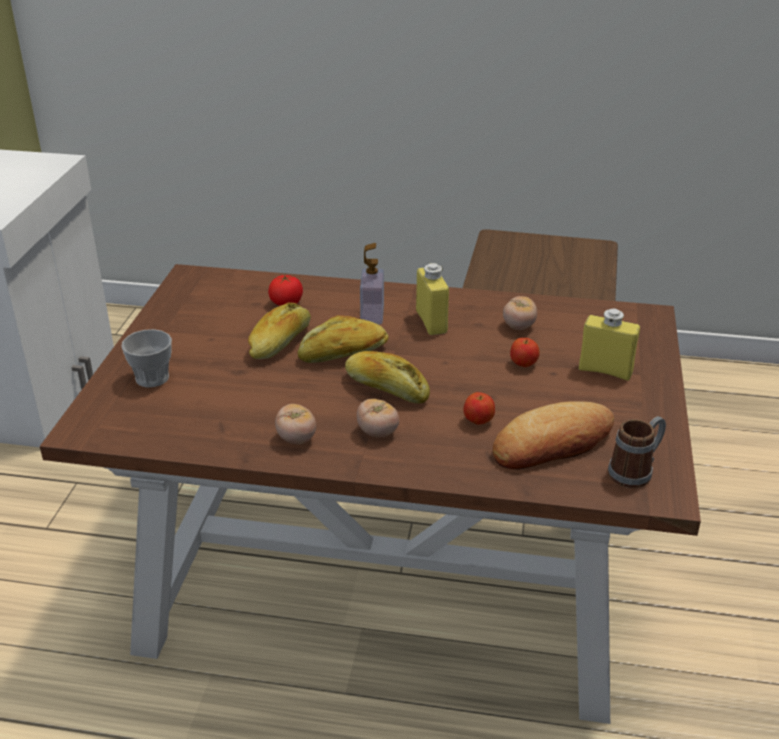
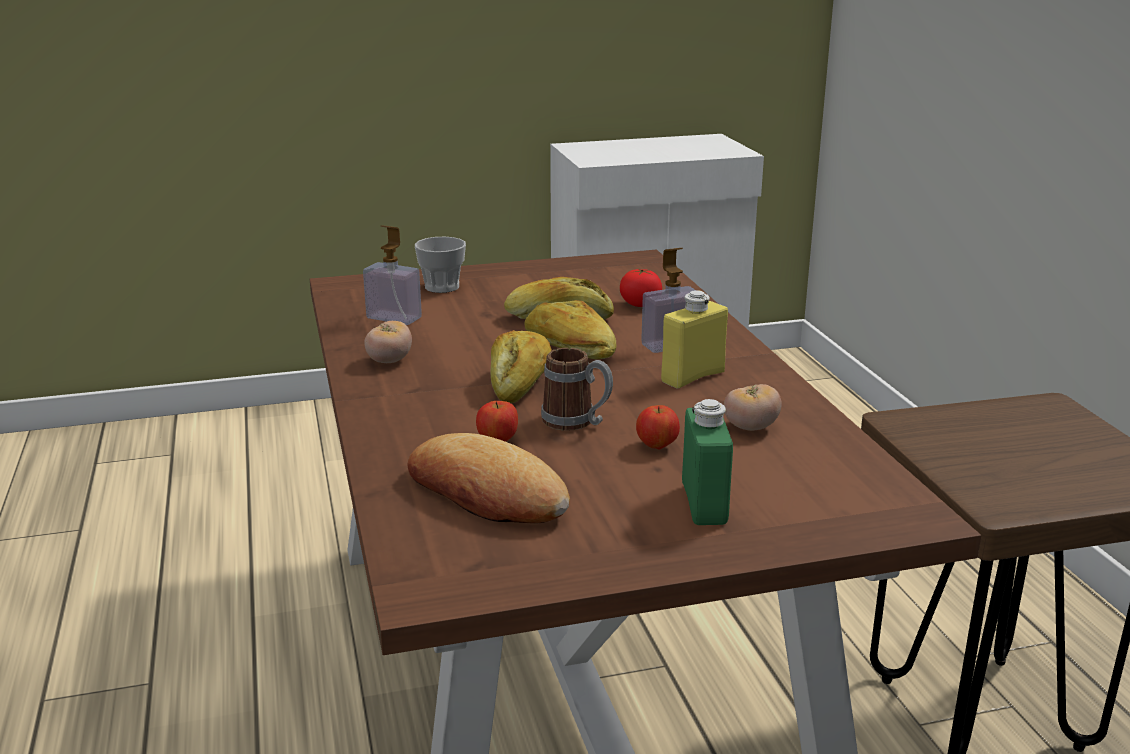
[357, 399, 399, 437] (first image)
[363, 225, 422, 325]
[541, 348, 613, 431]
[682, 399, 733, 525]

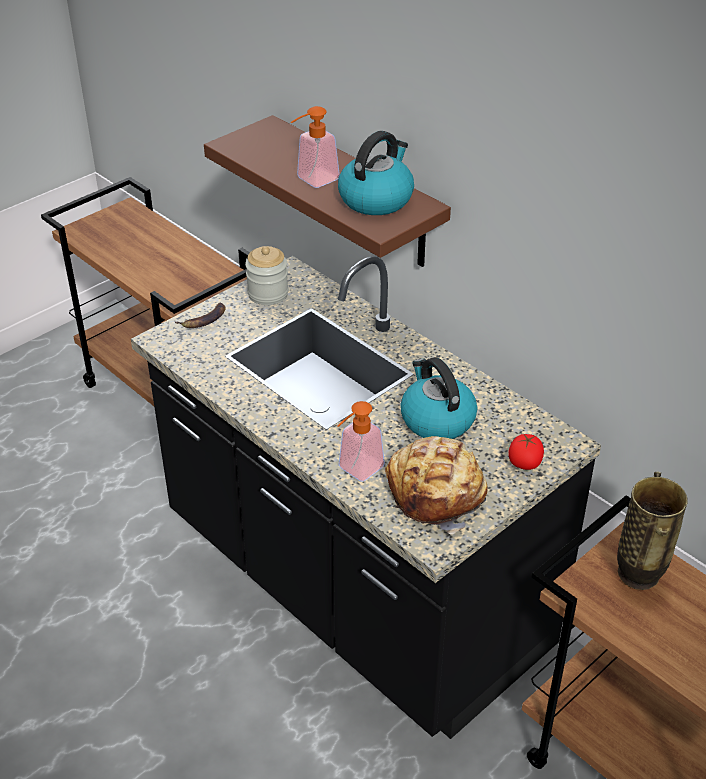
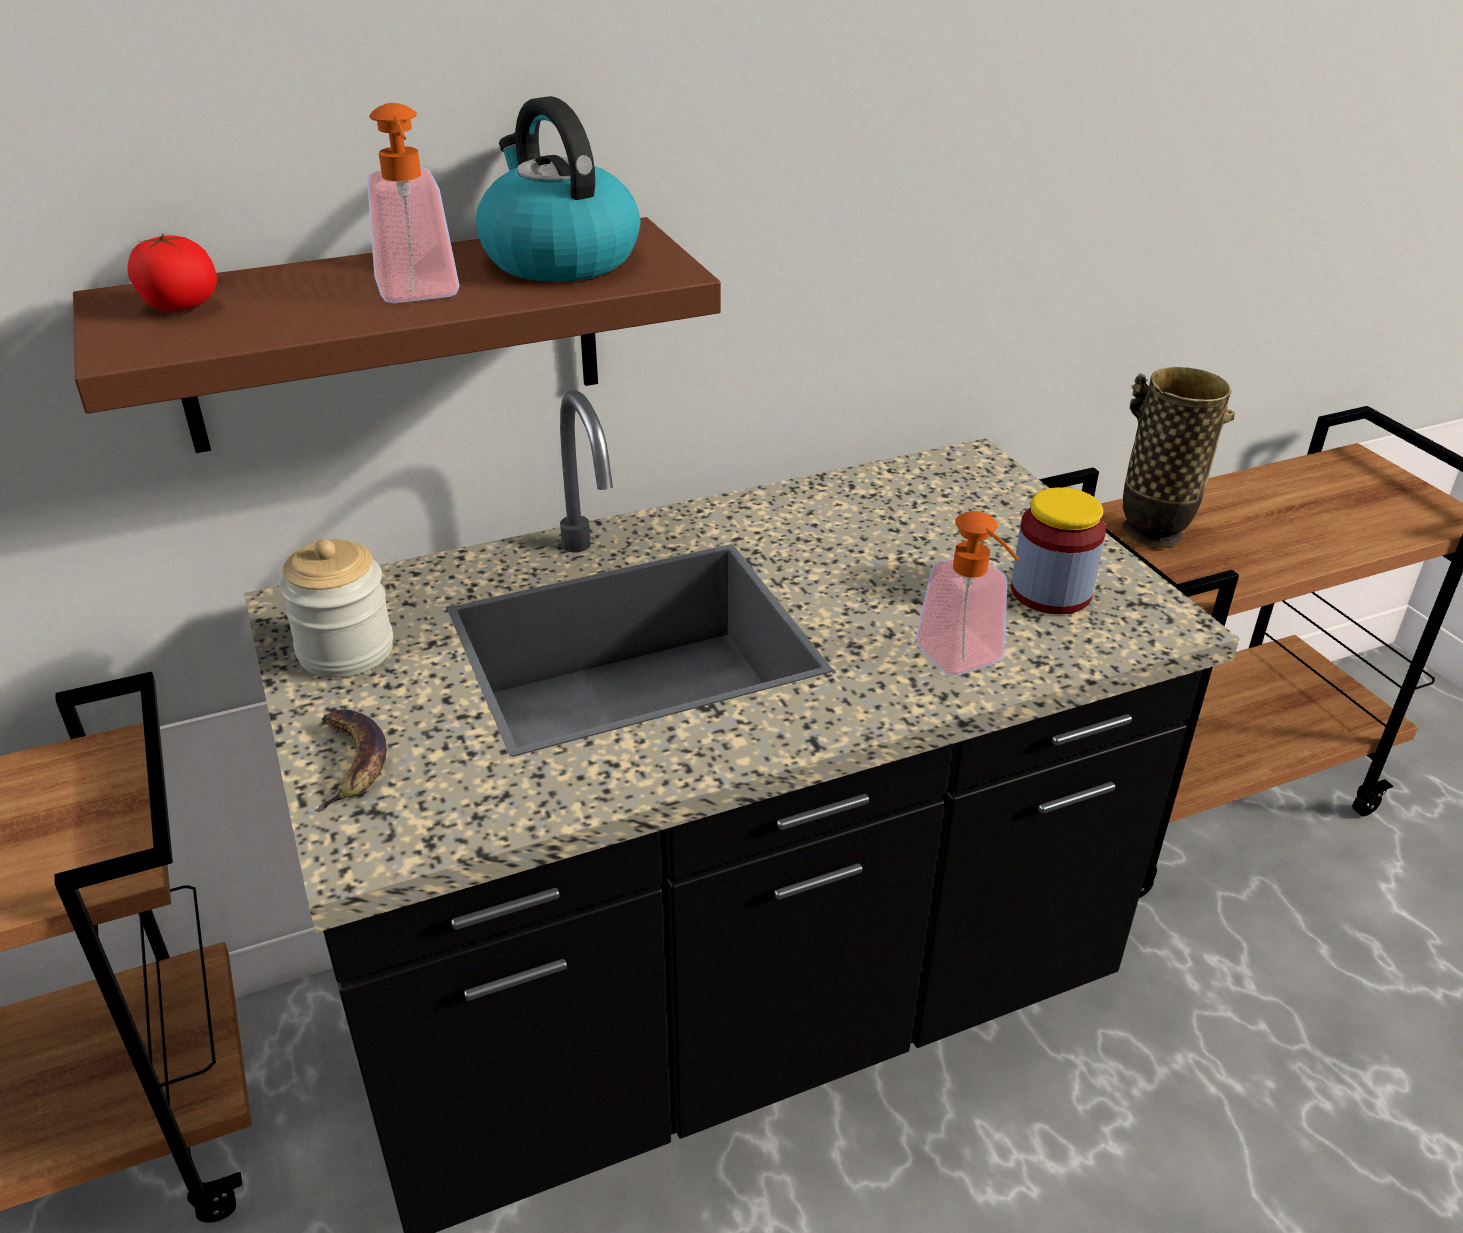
[400, 357, 477, 439] (first image)
[127, 234, 217, 311]
[1011, 487, 1106, 614]

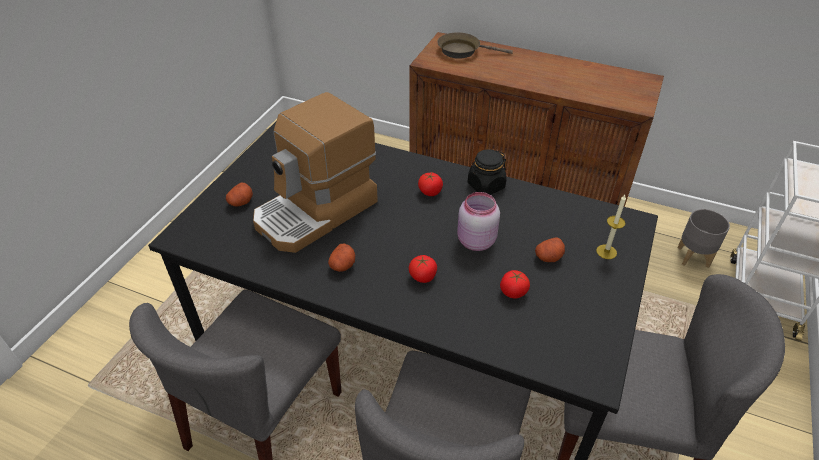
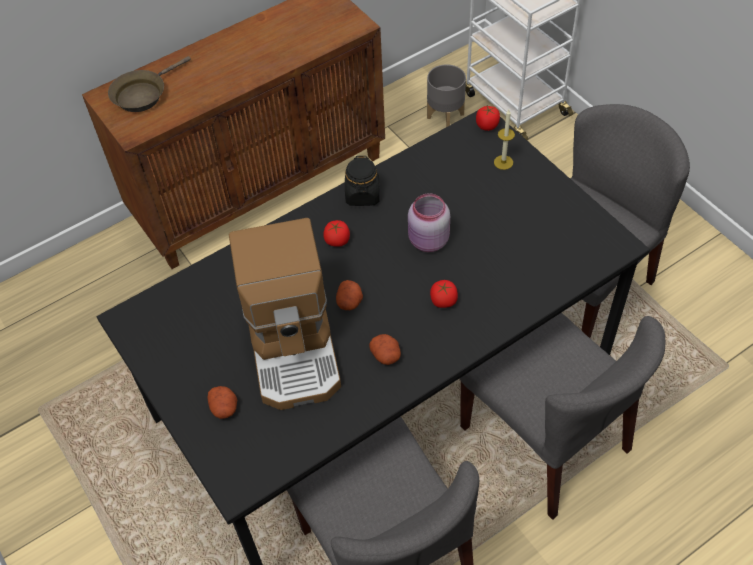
[476, 105, 500, 131]
[336, 280, 363, 310]

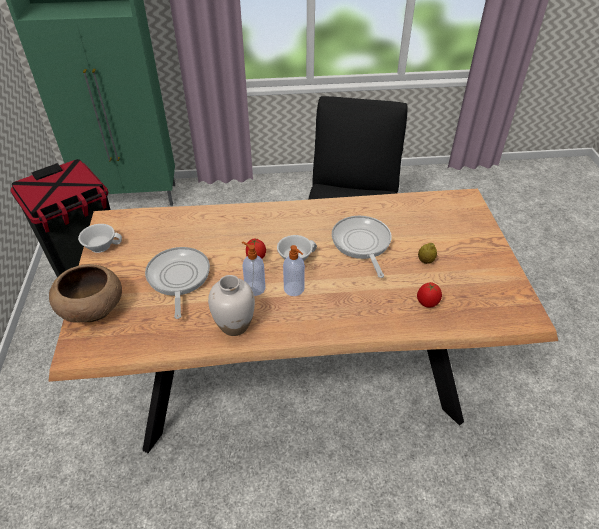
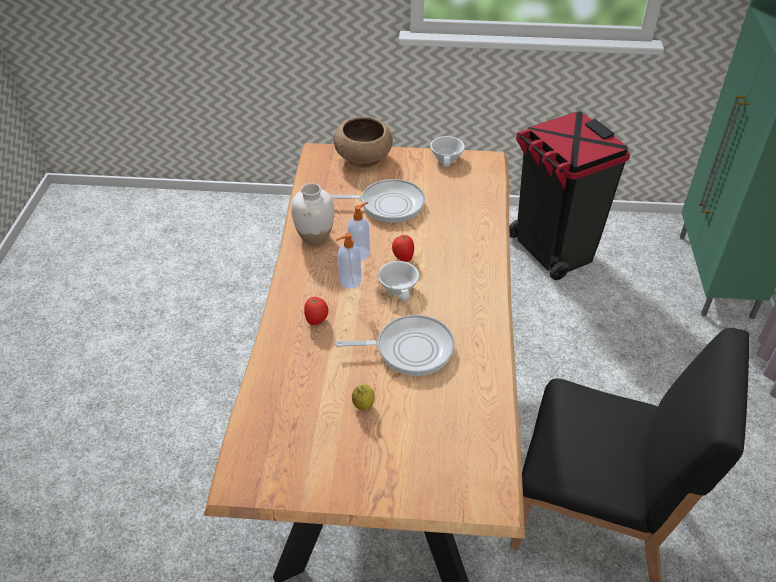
[304, 296, 328, 325]

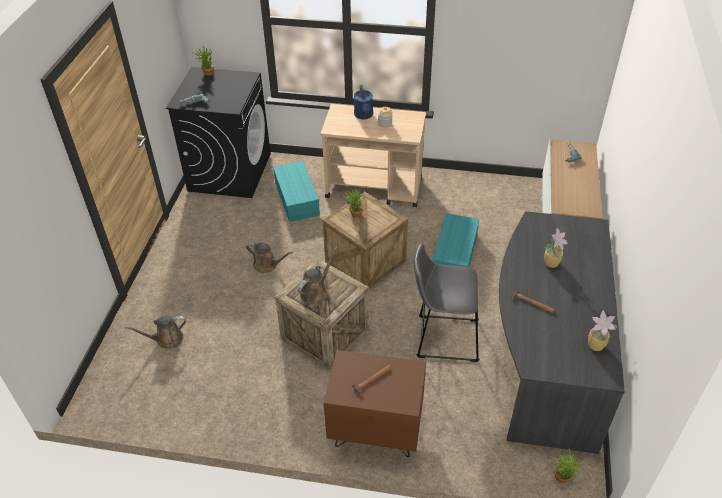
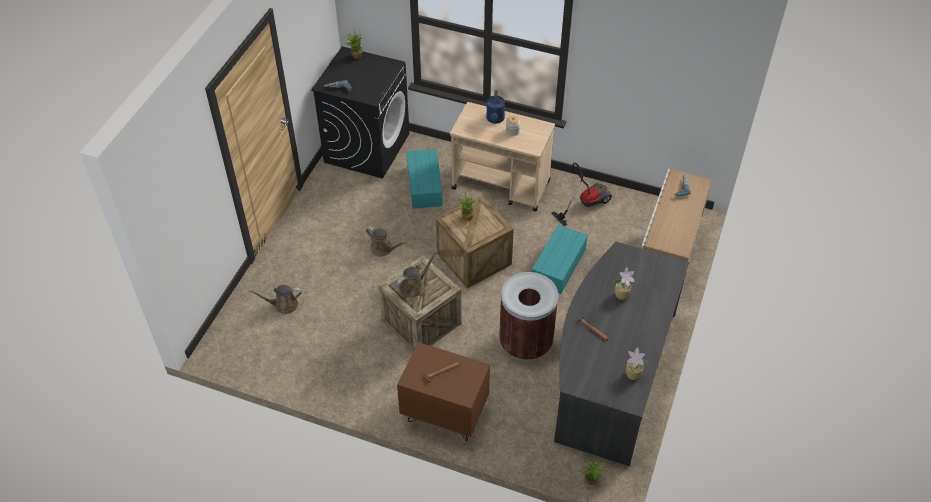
[552, 163, 612, 226]
[499, 272, 558, 361]

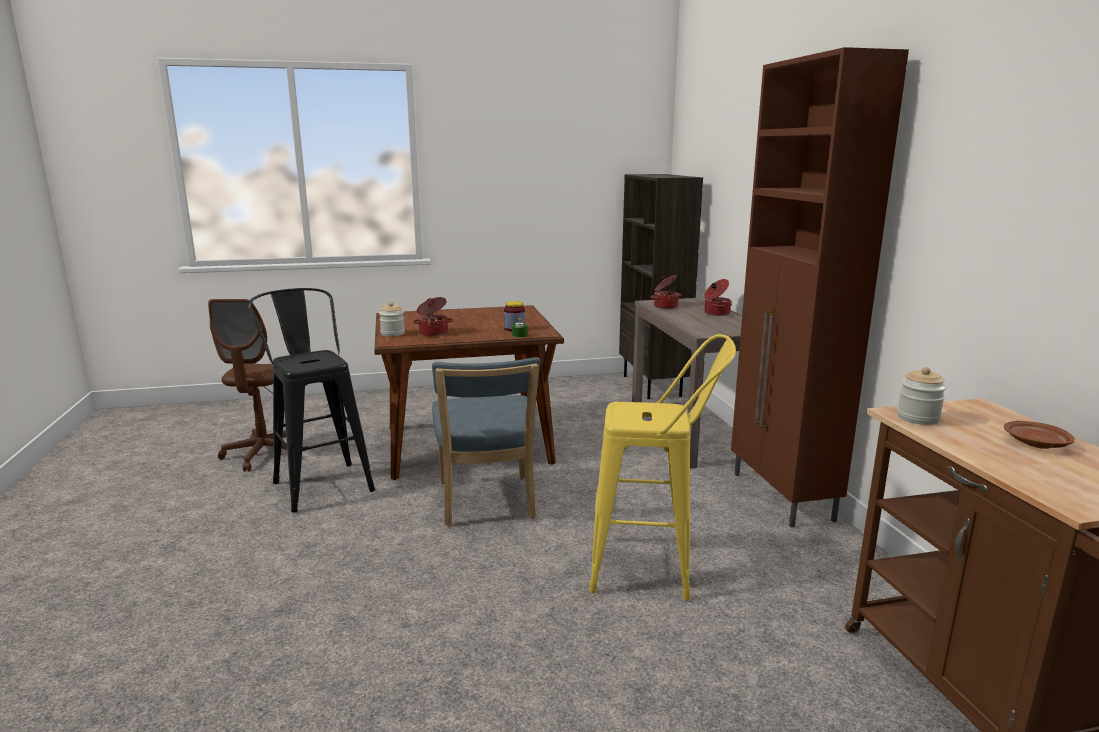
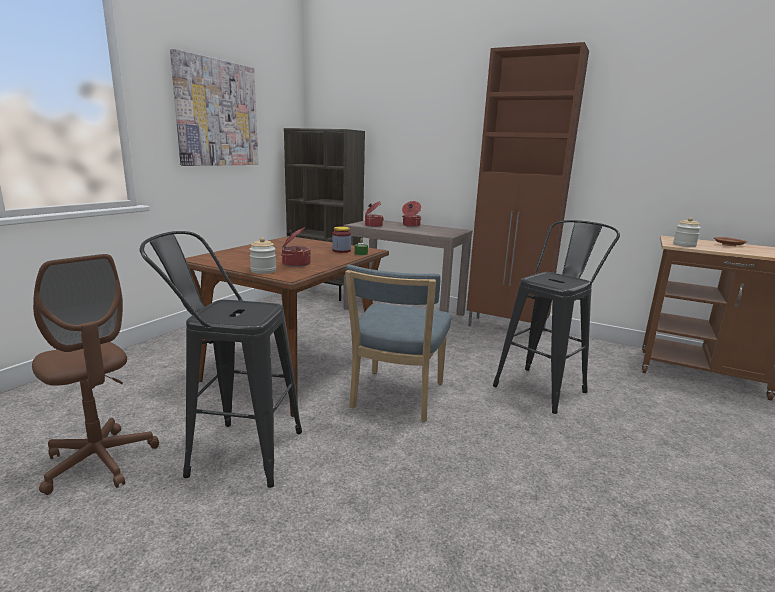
[170, 49, 259, 166]
[493, 220, 620, 414]
[345, 265, 451, 422]

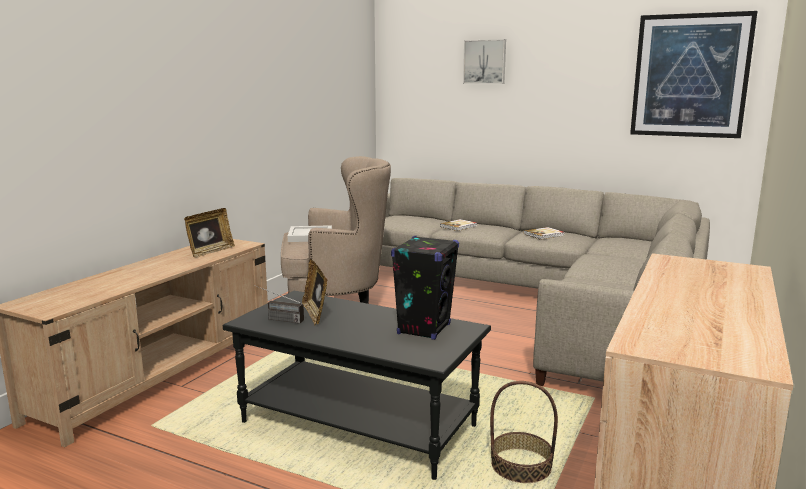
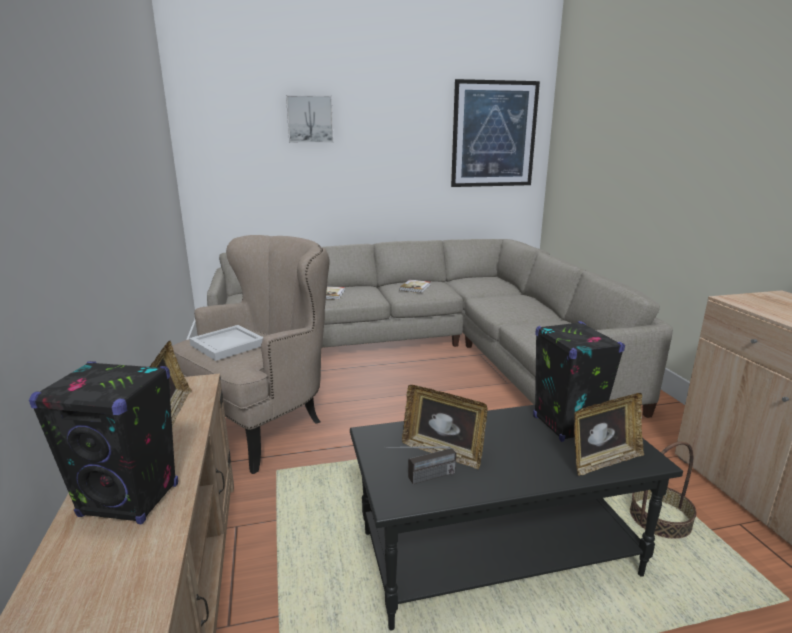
[29, 361, 178, 524]
[574, 393, 644, 476]

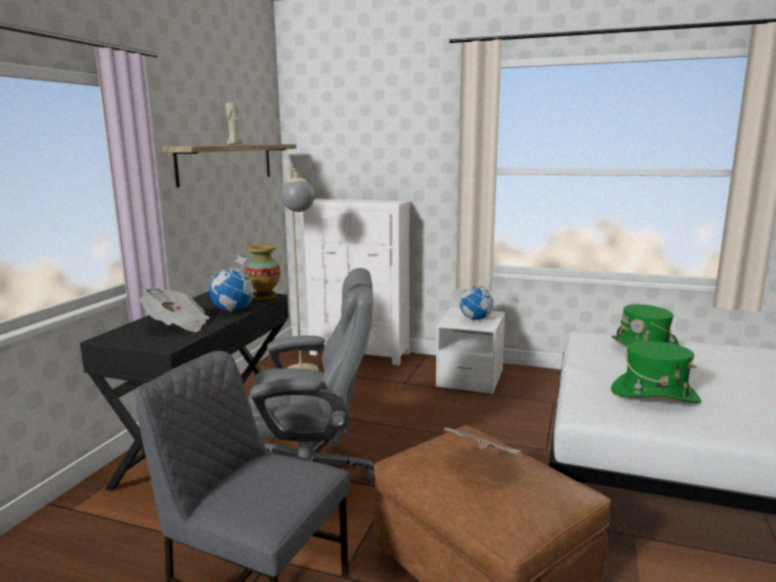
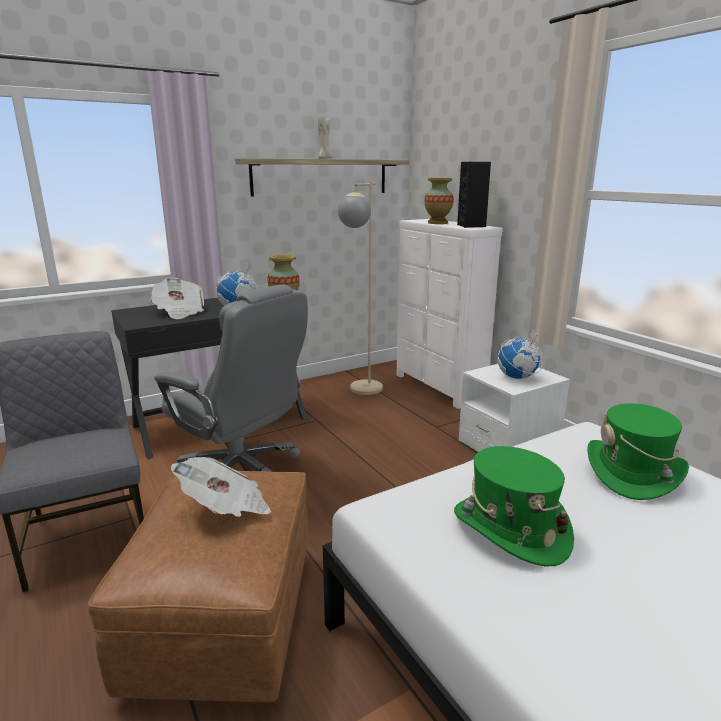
[424, 178, 454, 224]
[457, 162, 491, 228]

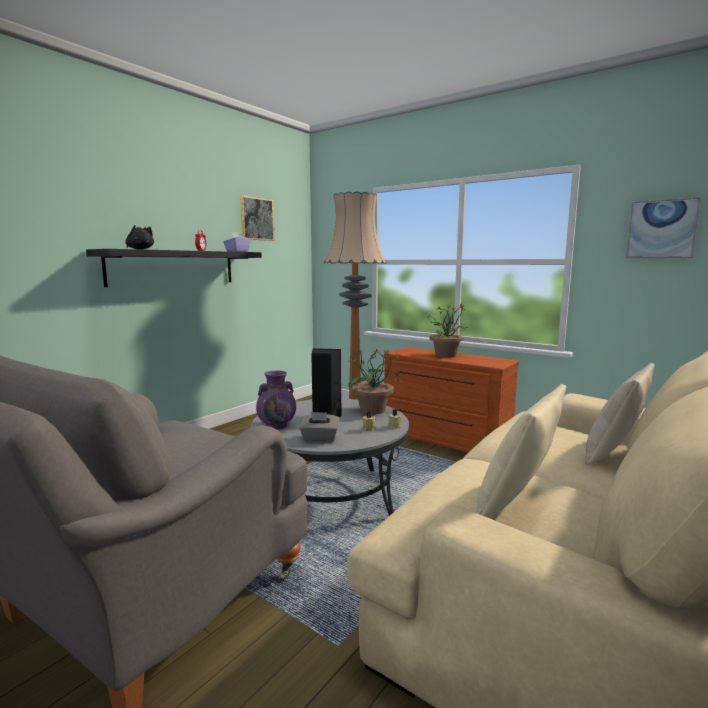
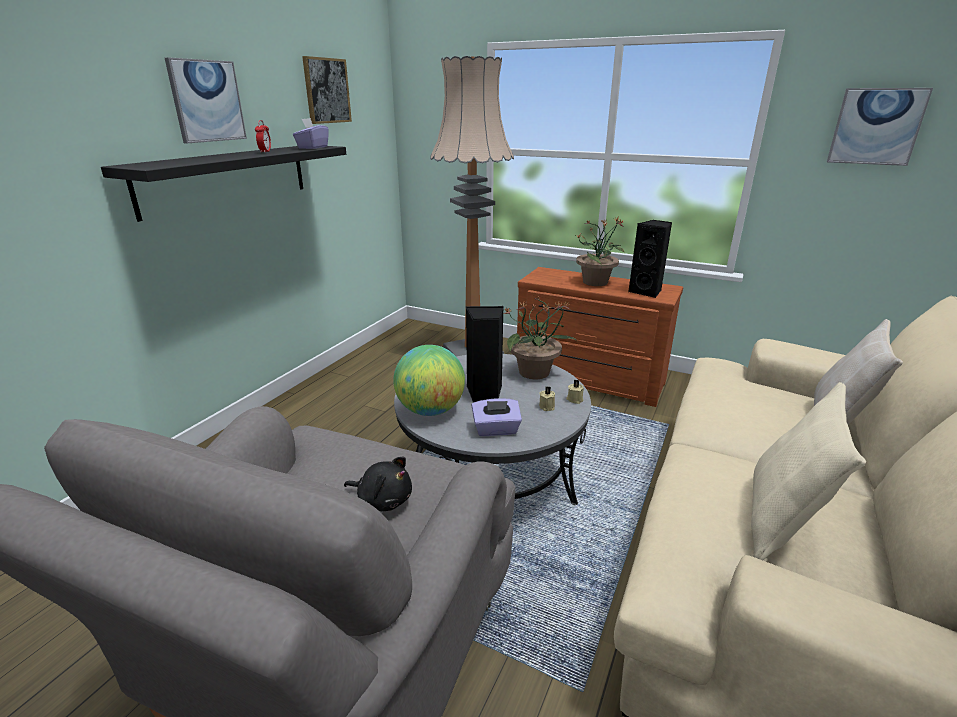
[165, 57, 247, 143]
[628, 220, 672, 298]
[344, 457, 412, 511]
[393, 345, 465, 416]
[472, 398, 522, 436]

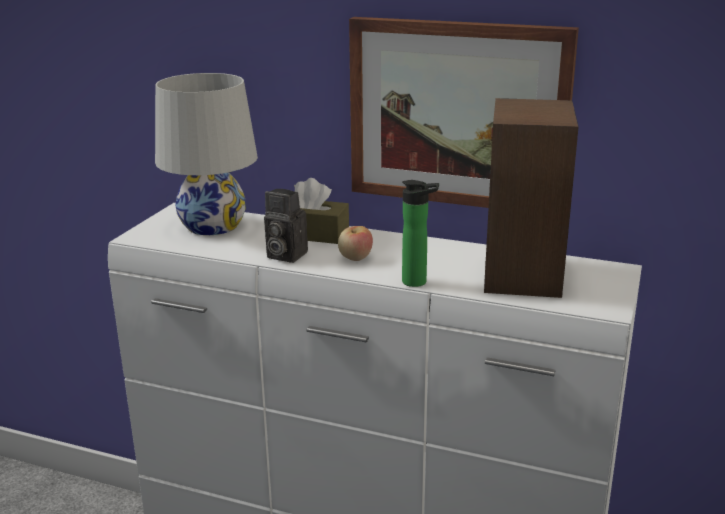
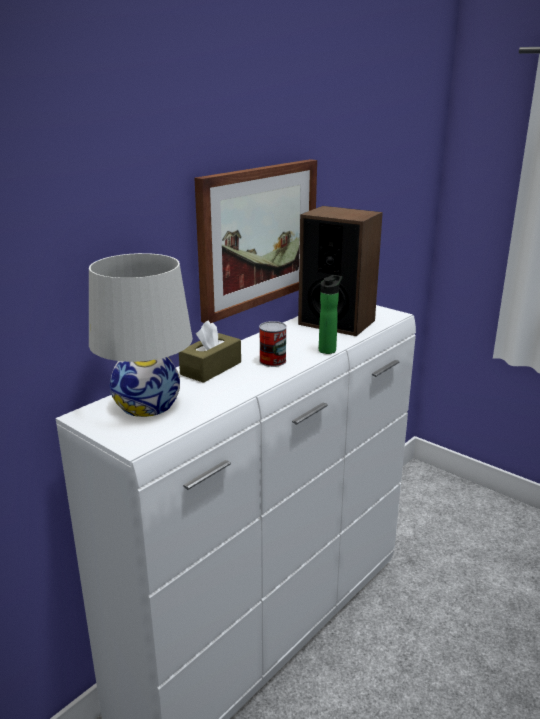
[264, 189, 308, 263] (first image)
[259, 321, 287, 367]

